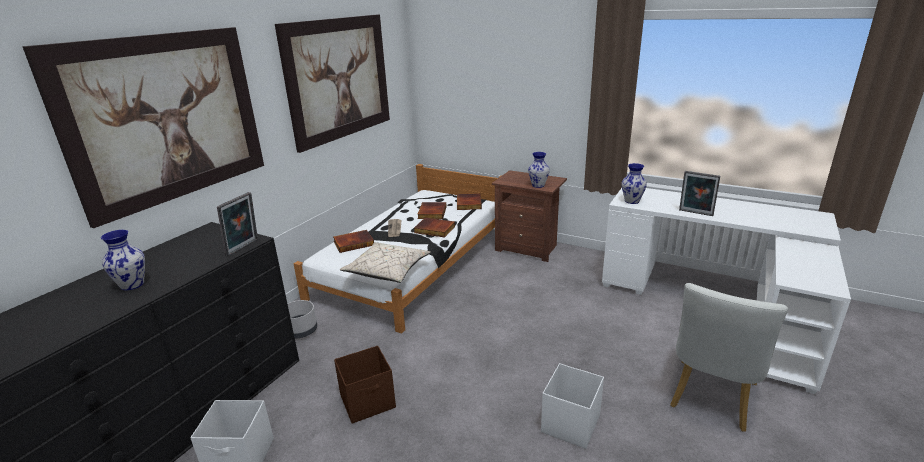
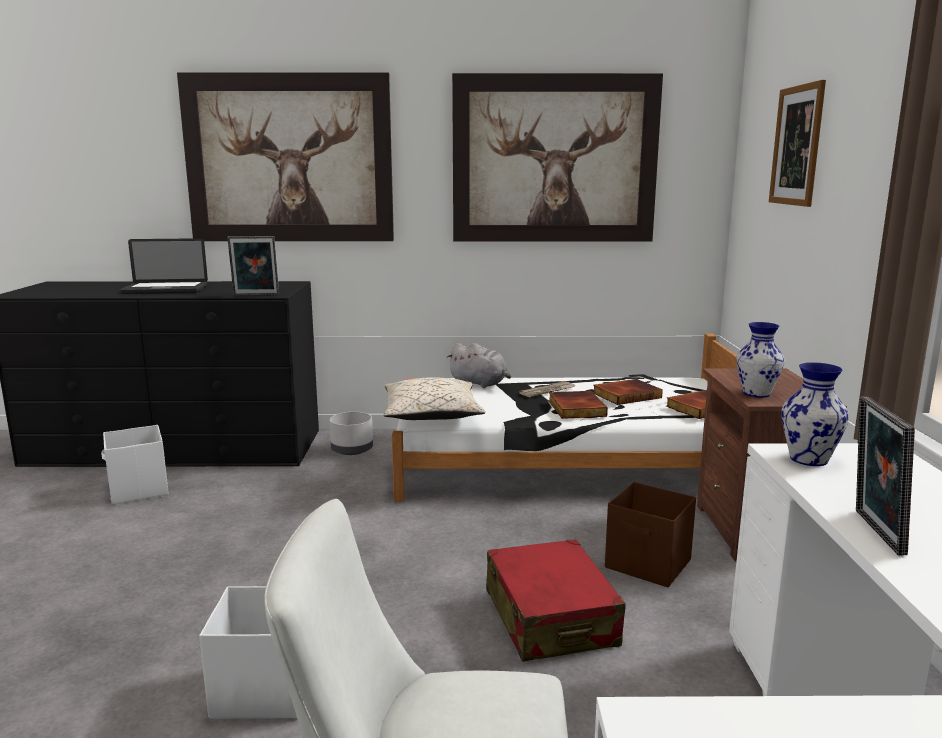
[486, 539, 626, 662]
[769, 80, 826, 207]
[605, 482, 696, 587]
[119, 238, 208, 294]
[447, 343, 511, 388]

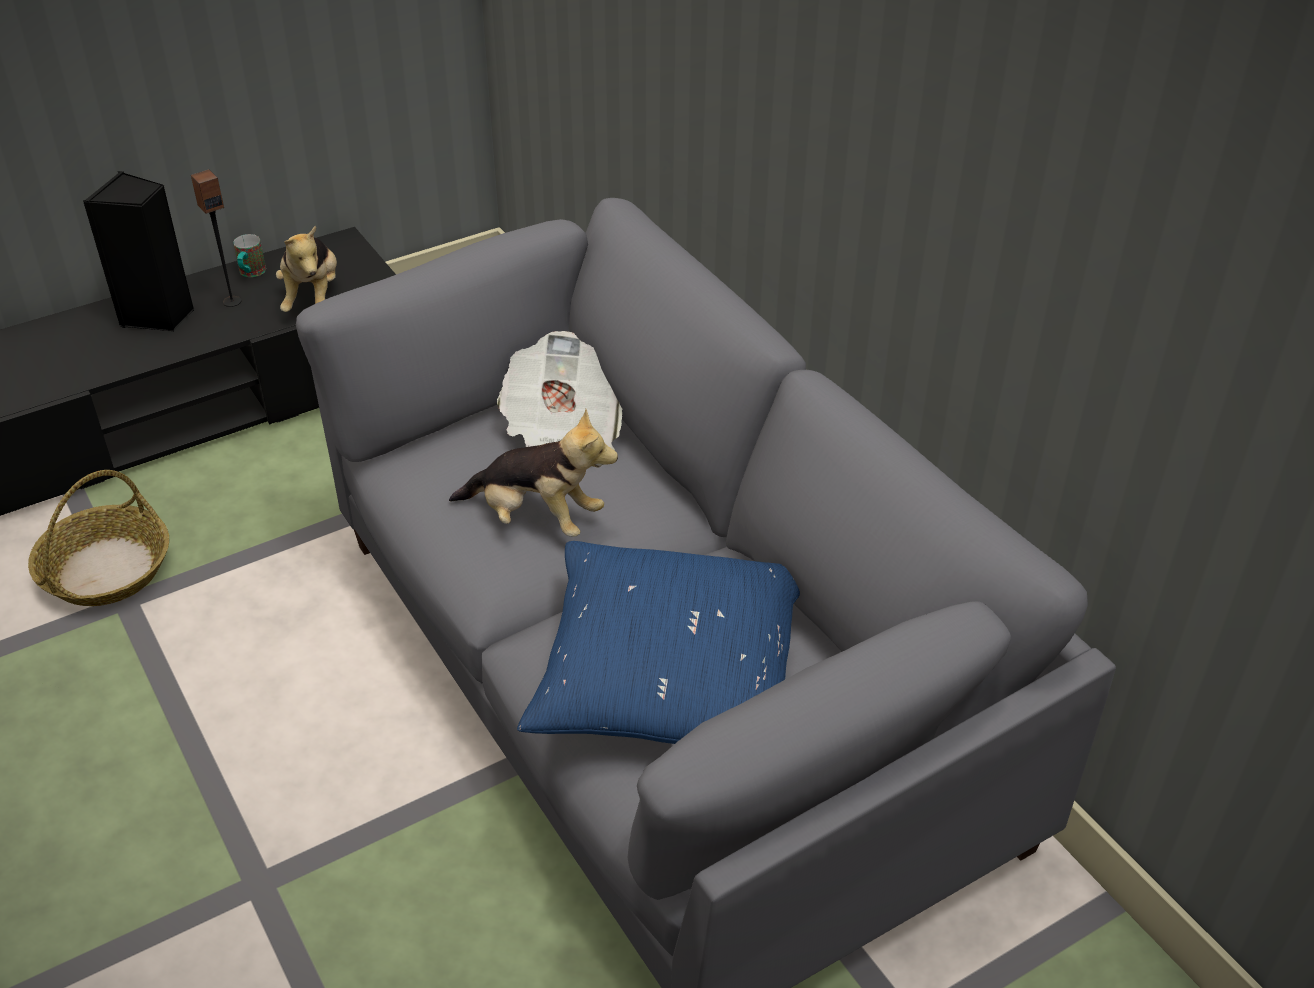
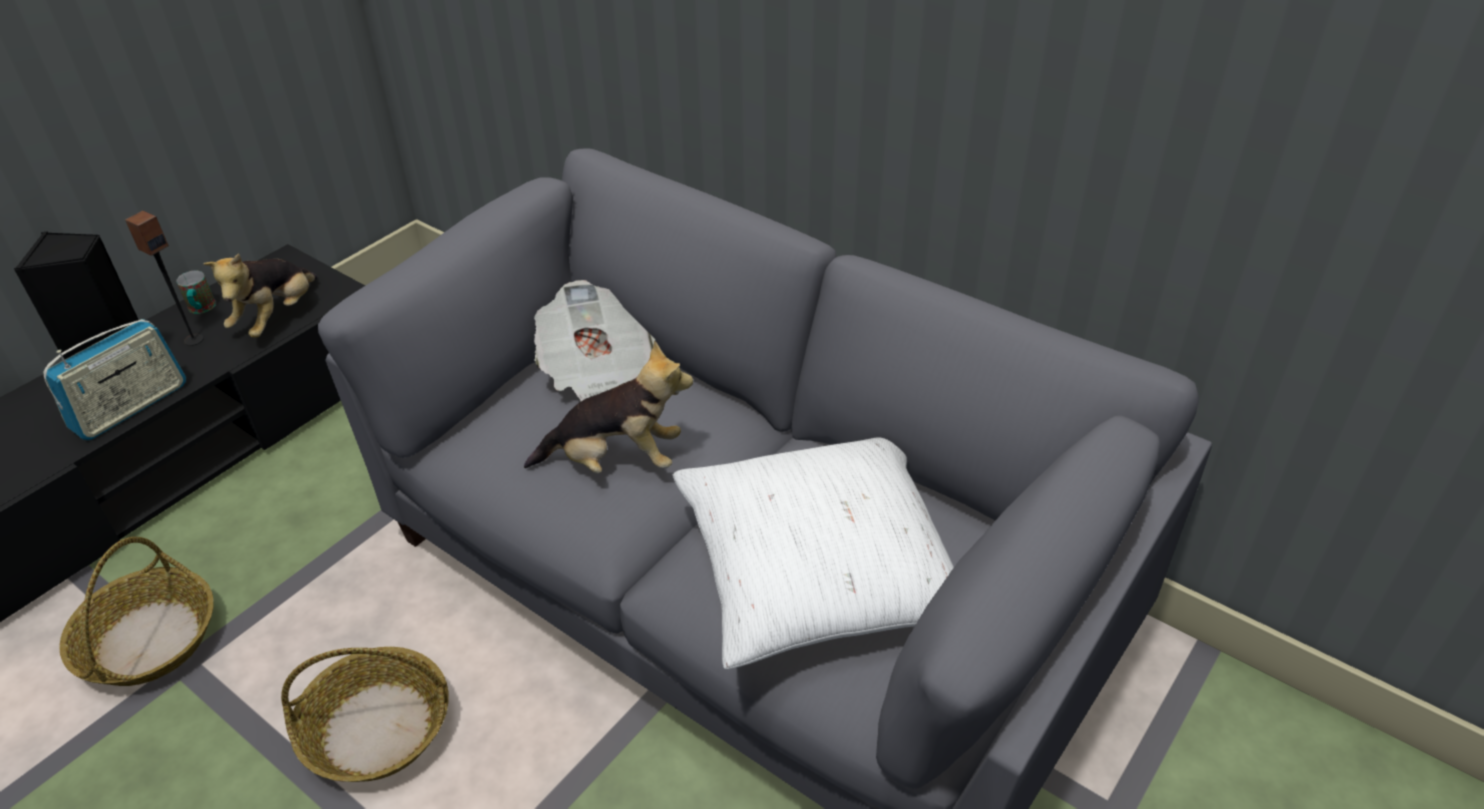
[43, 319, 186, 440]
[281, 647, 449, 782]
[673, 437, 954, 669]
[203, 253, 317, 338]

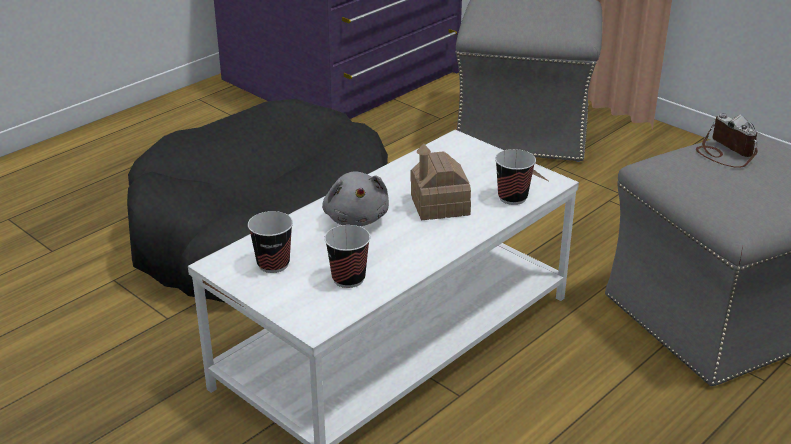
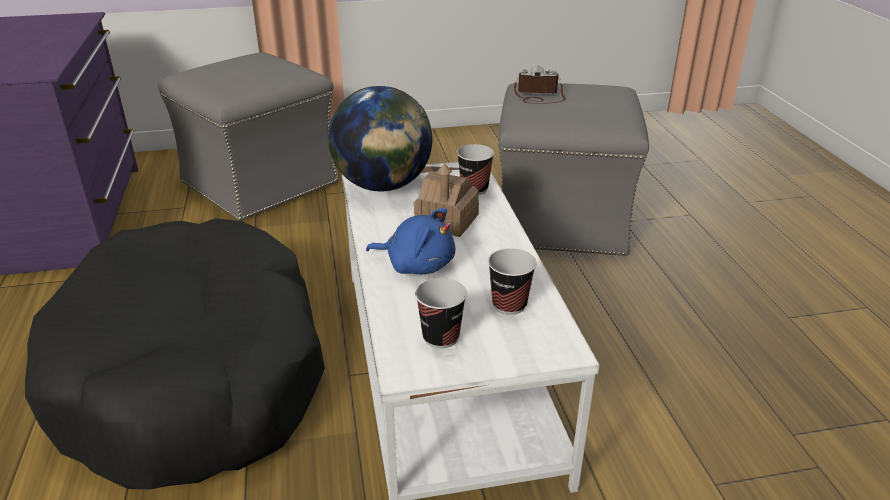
[328, 86, 432, 191]
[366, 208, 455, 274]

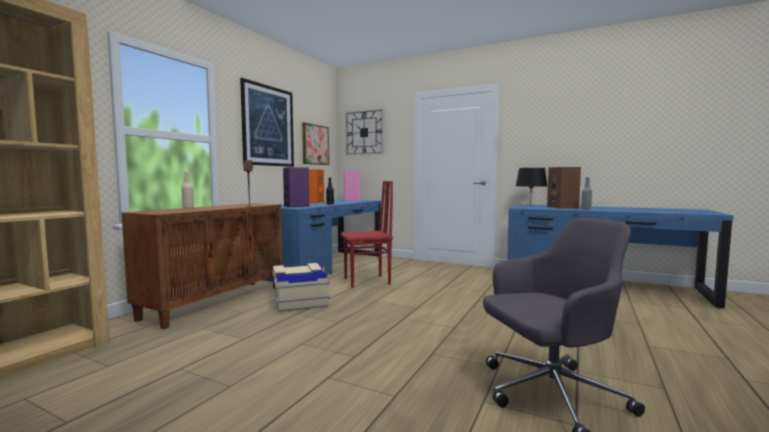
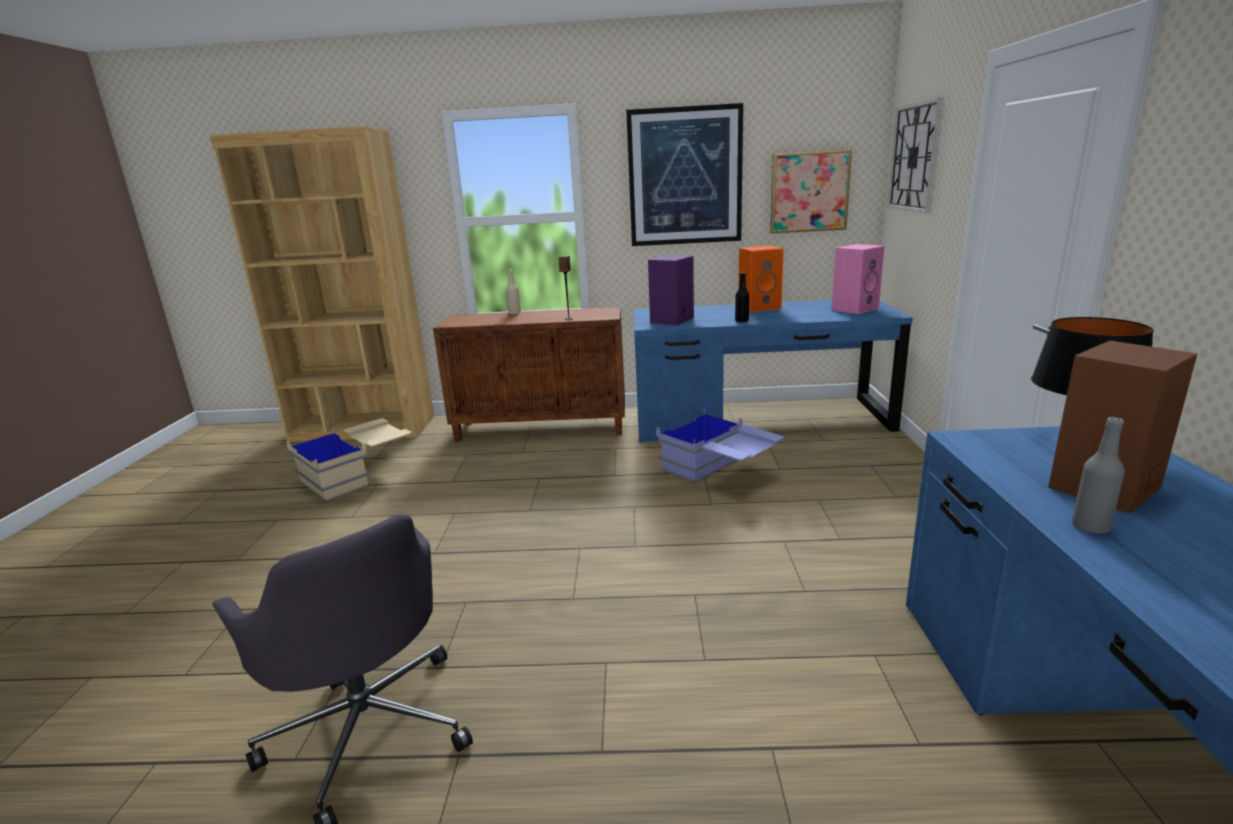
[286, 418, 412, 502]
[656, 408, 784, 483]

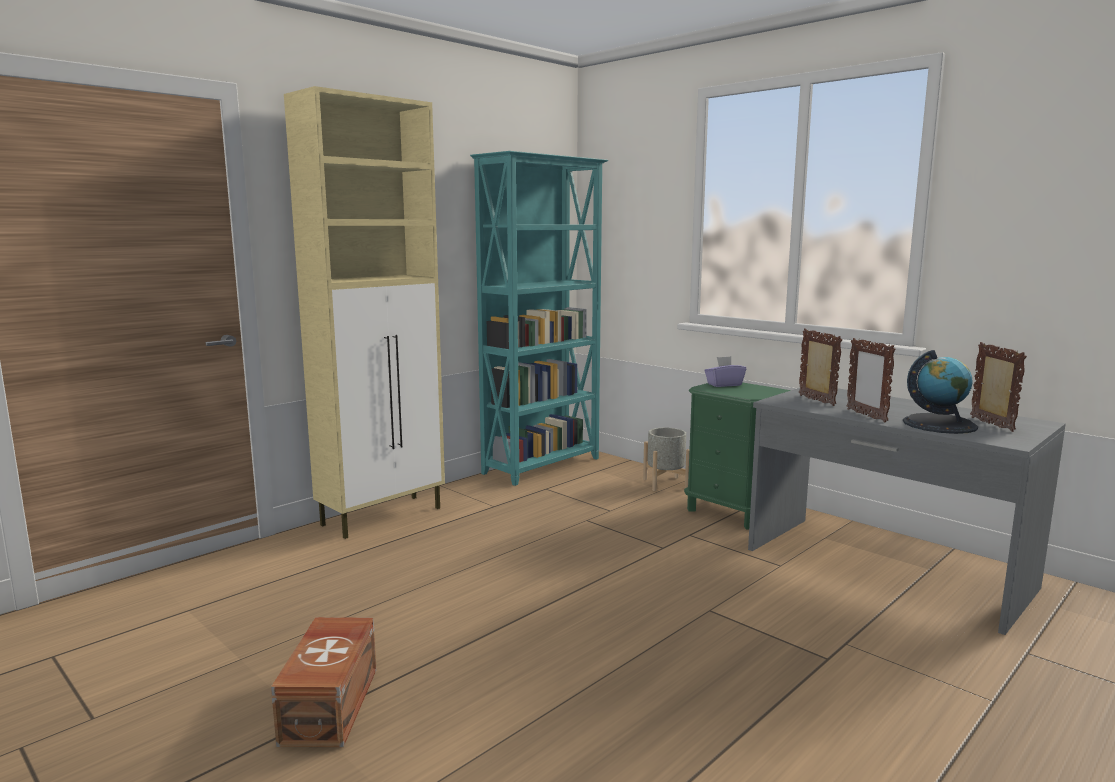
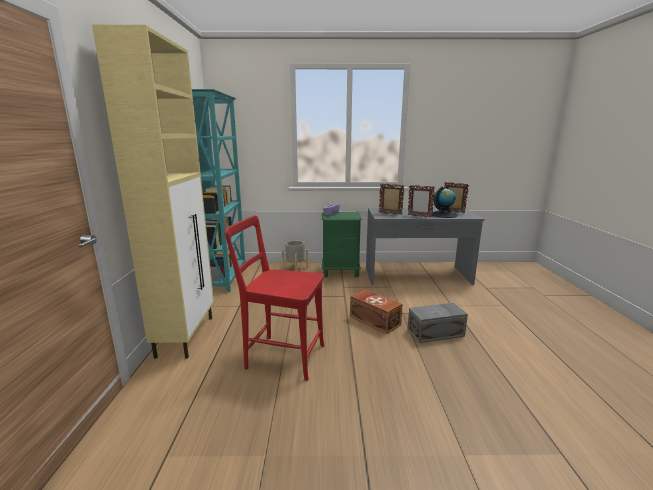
[224, 215, 325, 381]
[407, 303, 468, 343]
[350, 290, 403, 334]

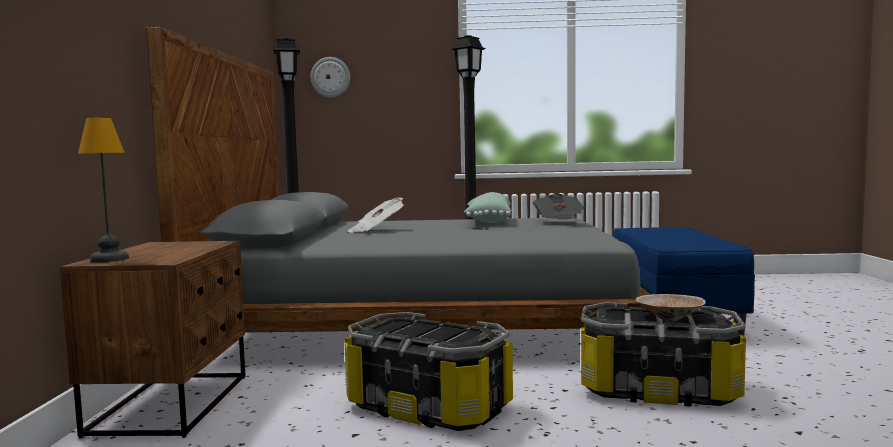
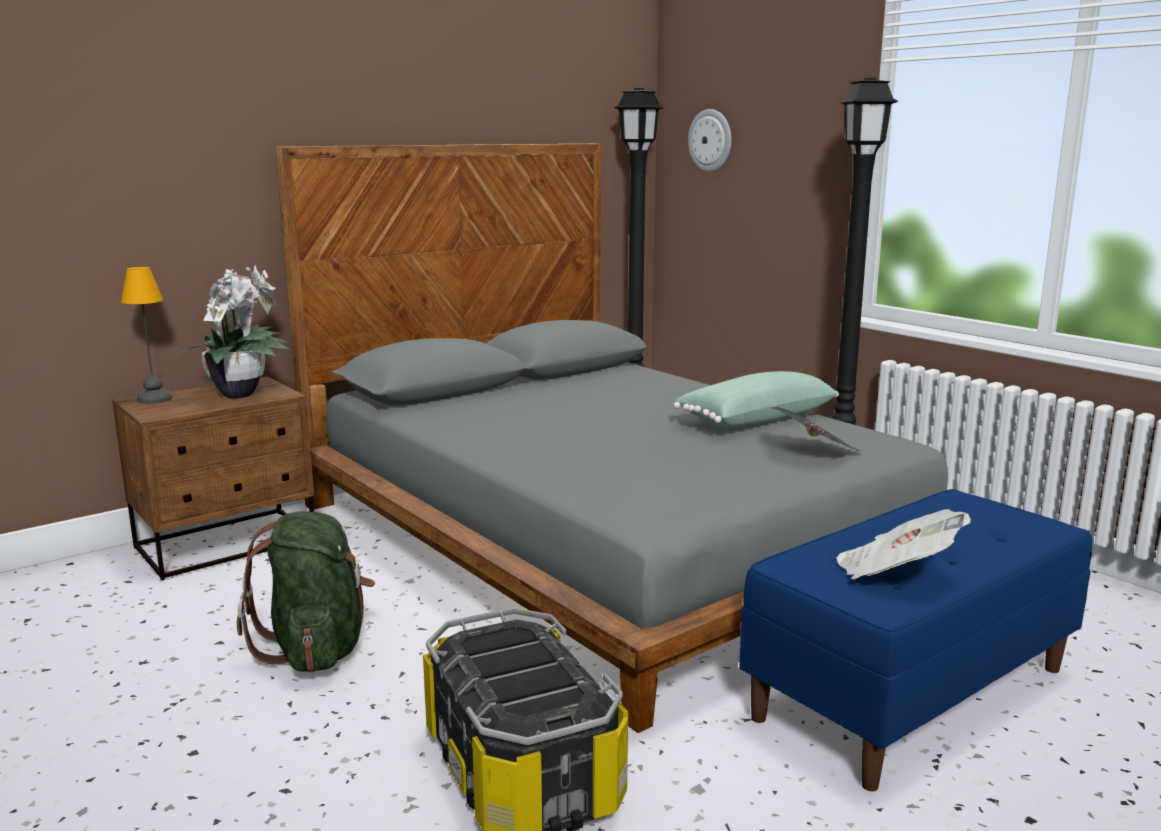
[636, 294, 706, 321] (first image)
[175, 265, 289, 398]
[836, 509, 971, 580]
[237, 511, 375, 672]

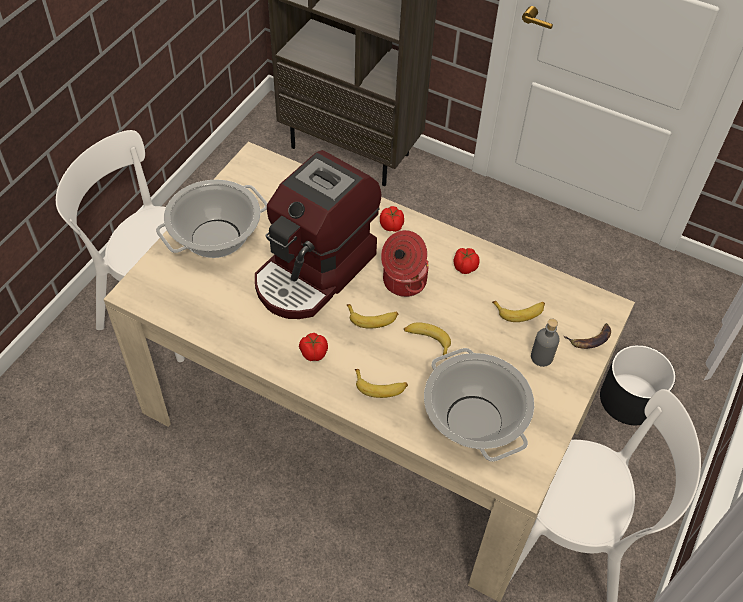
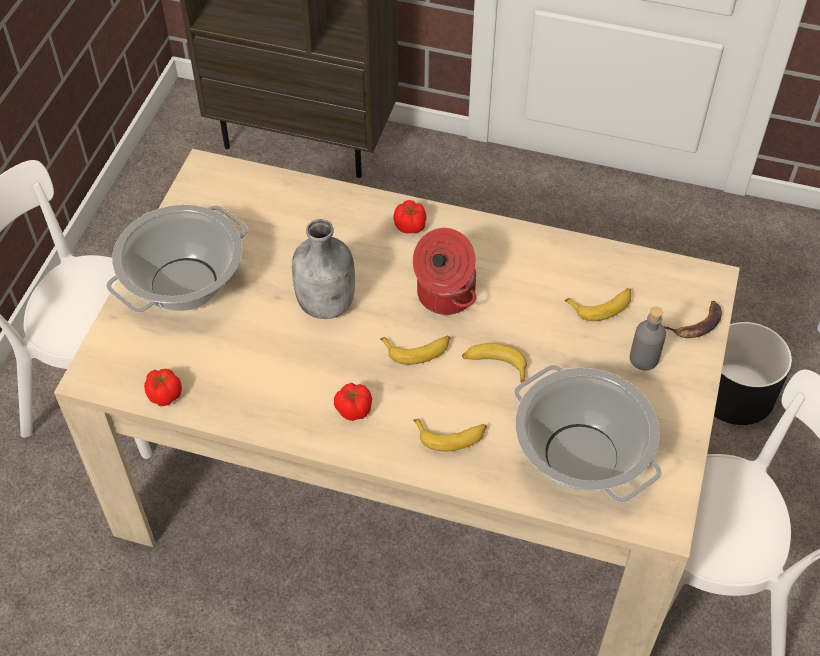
[144, 369, 182, 406]
[292, 219, 355, 319]

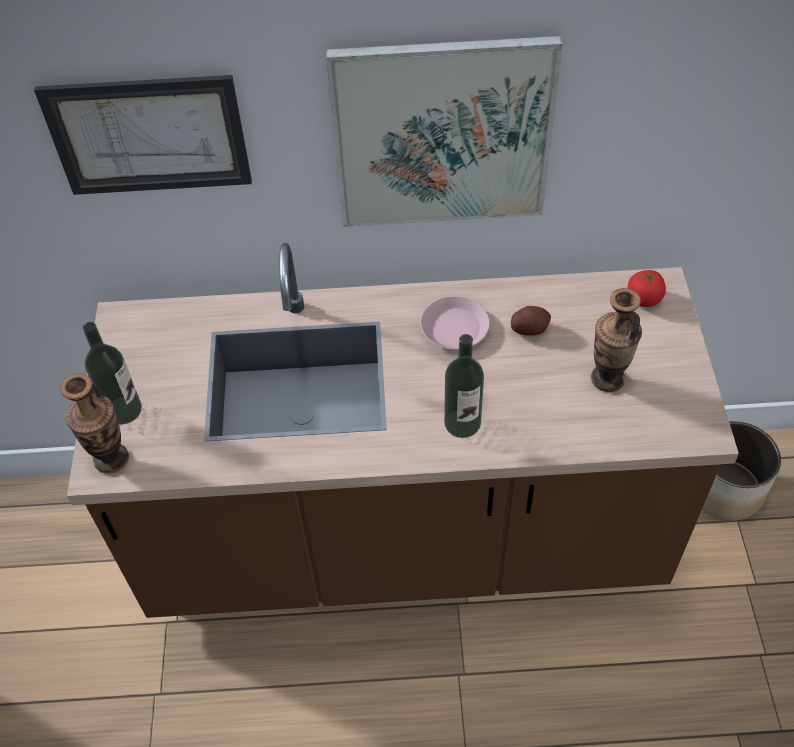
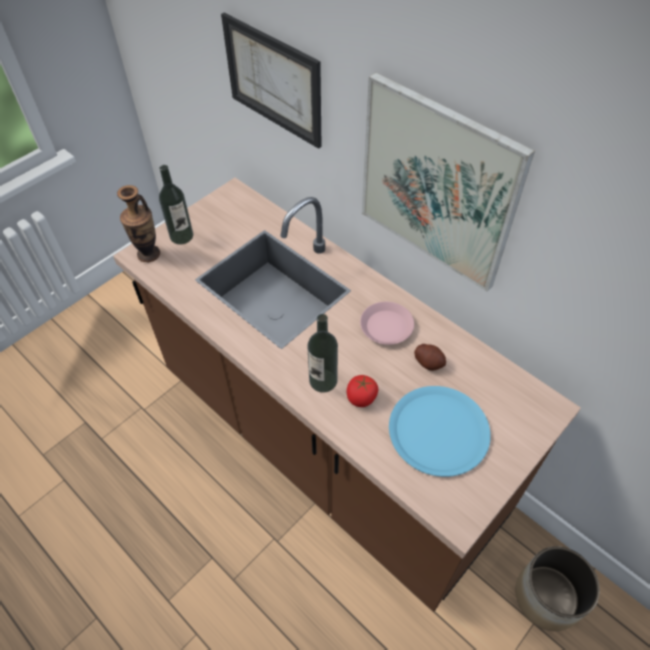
[347, 375, 378, 407]
[389, 386, 491, 477]

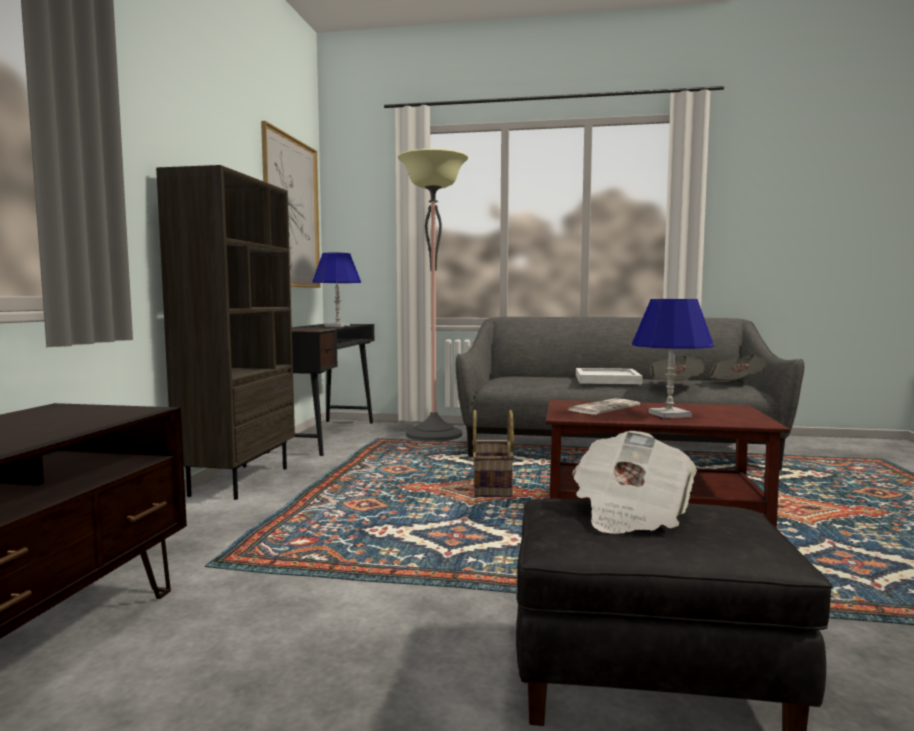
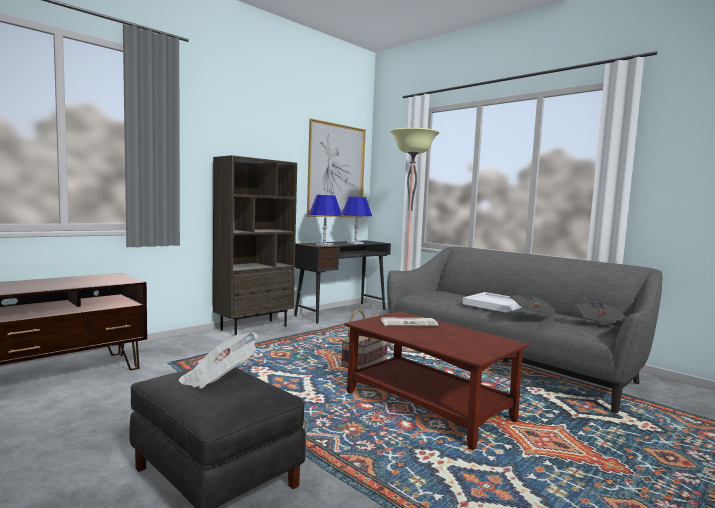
[309, 195, 342, 246]

